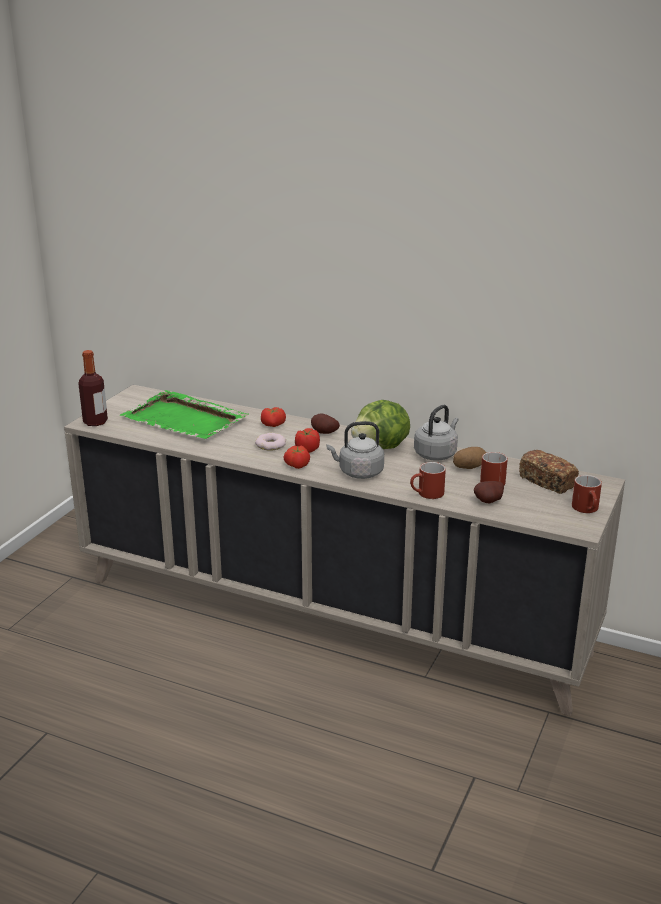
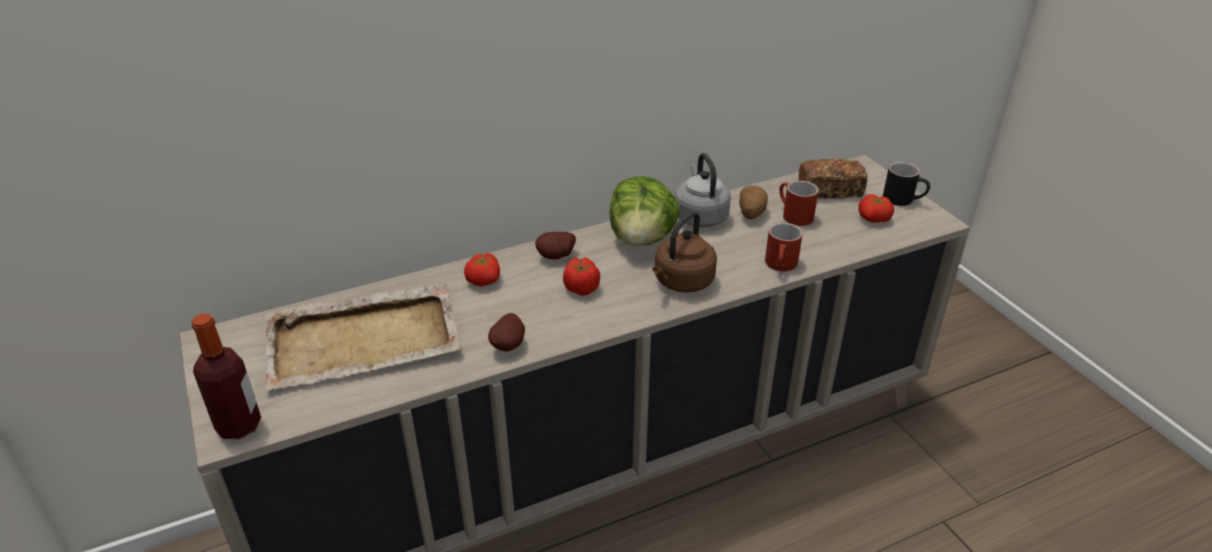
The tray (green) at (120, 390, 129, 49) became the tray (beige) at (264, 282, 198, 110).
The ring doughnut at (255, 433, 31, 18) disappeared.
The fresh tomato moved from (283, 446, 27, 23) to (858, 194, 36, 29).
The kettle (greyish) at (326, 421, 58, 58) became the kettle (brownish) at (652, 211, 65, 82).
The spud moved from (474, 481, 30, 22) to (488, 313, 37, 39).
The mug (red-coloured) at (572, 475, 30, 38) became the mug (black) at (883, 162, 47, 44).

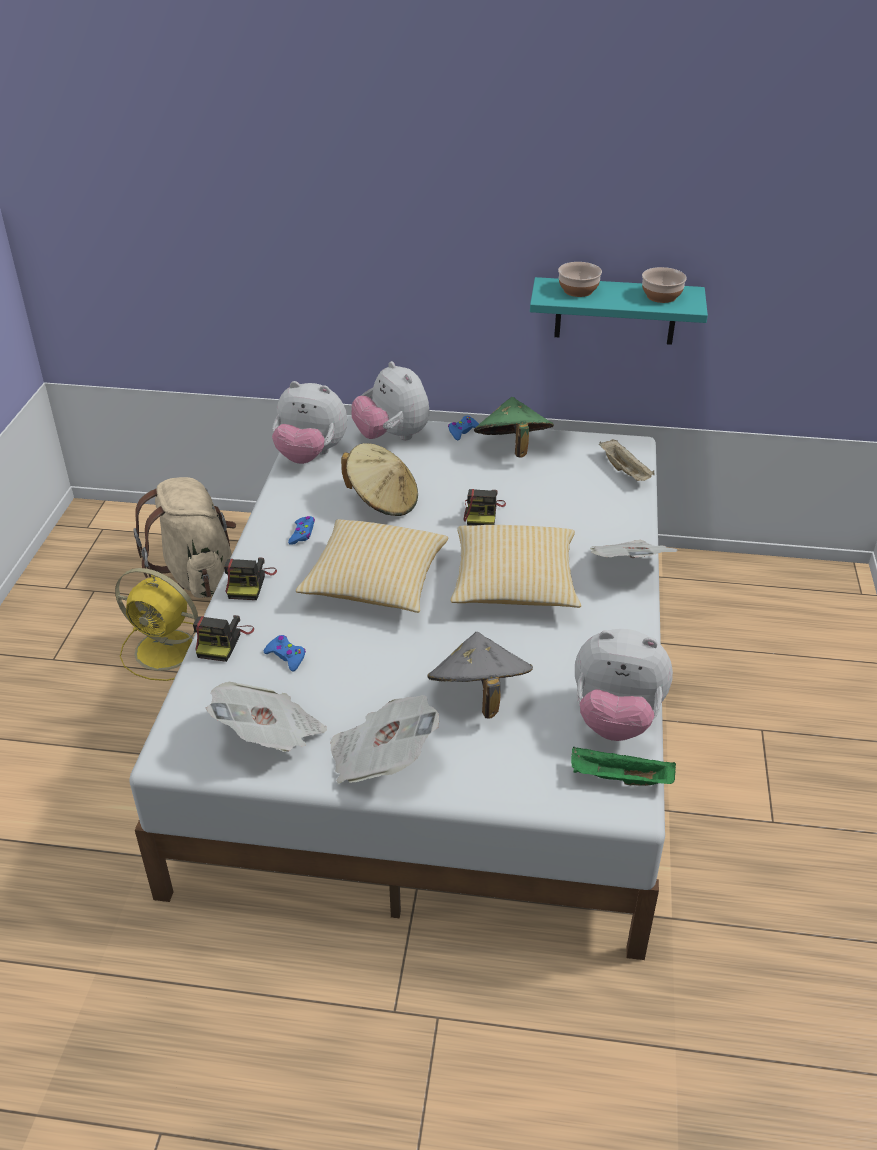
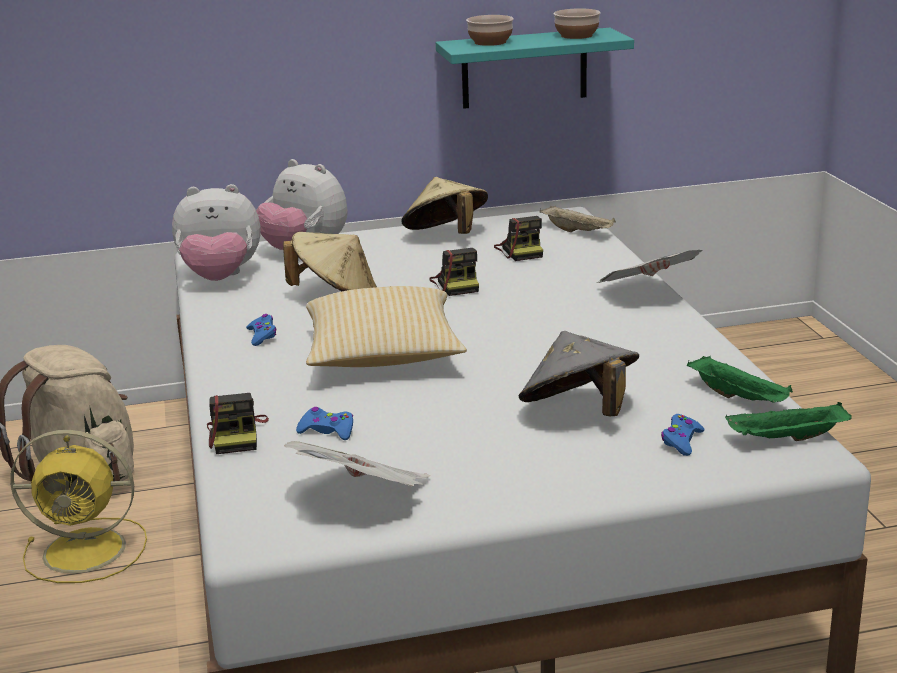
The photo camera moved from (224, 558, 53, 42) to (494, 216, 49, 45).
The printed paper at (330, 695, 109, 88) disappeared.
The joypad (bluish) moved from (448, 416, 31, 24) to (661, 414, 43, 42).
The cushion at (450, 525, 131, 83) disappeared.
The hat (green) at (474, 397, 80, 61) became the hat (beige) at (401, 177, 87, 57).
The soft toy at (575, 629, 98, 112) was replaced by the tray (green) at (687, 356, 106, 47).

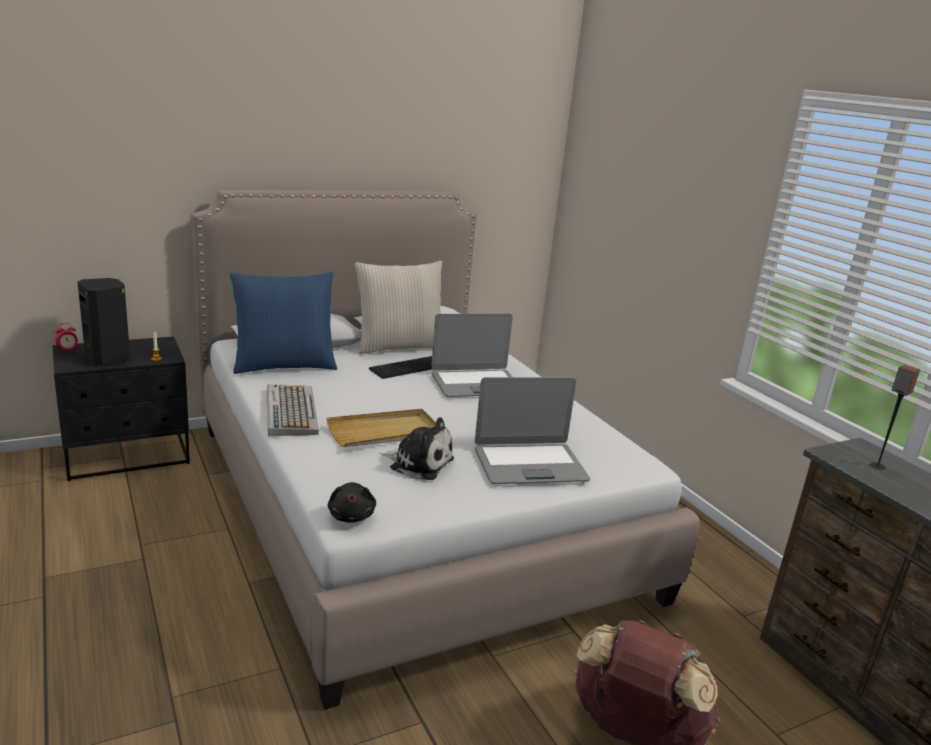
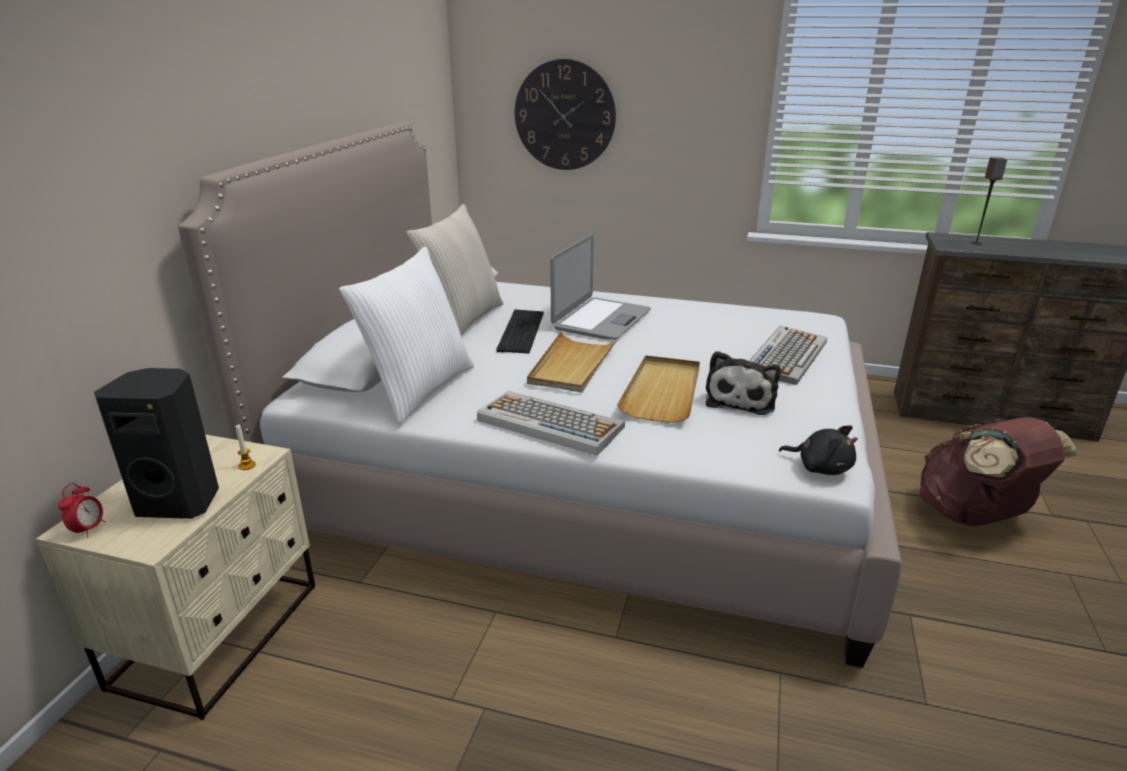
The bedside table (black) at (53, 337, 137, 144) became the bedside table (beige) at (36, 435, 279, 285).
The cushion (bluish) at (230, 272, 107, 102) became the cushion (white-coloured) at (339, 246, 135, 178).
The soft toy at (378, 417, 76, 63) turned 135 degrees clockwise.
The portable computer at (475, 377, 115, 107) was replaced by the computer keyboard at (749, 326, 78, 59).
The hanging clock at (515, 59, 101, 111) appeared.
The tray (beige) at (527, 331, 91, 62) appeared.

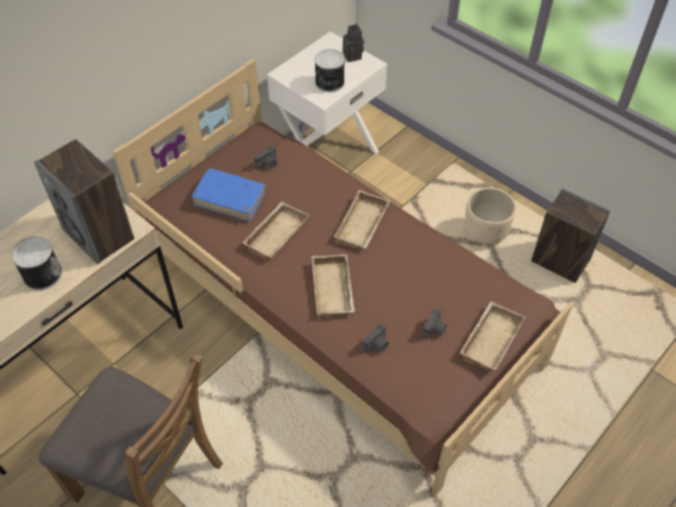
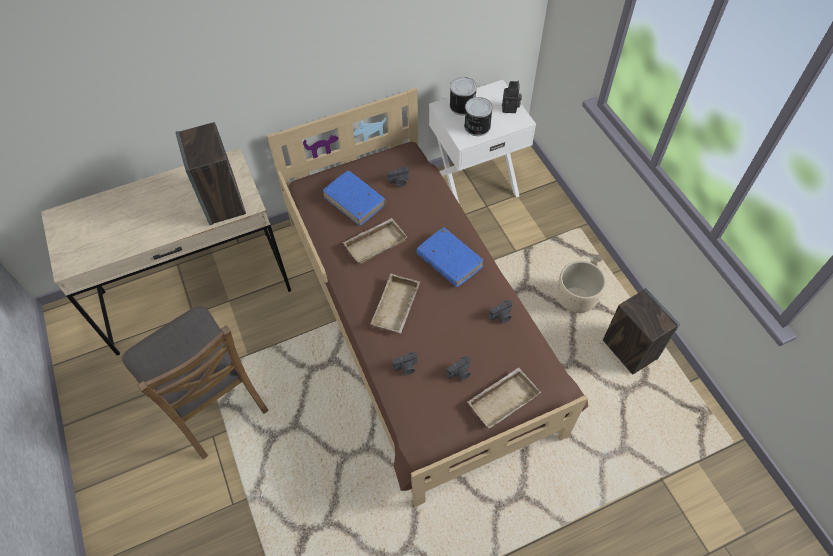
The can moved from (11, 236, 51, 54) to (450, 77, 27, 38).
The tray (beige) at (334, 190, 56, 59) was replaced by the volume (bluish) at (416, 227, 67, 60).
The photo camera at (489, 300, 24, 23) appeared.

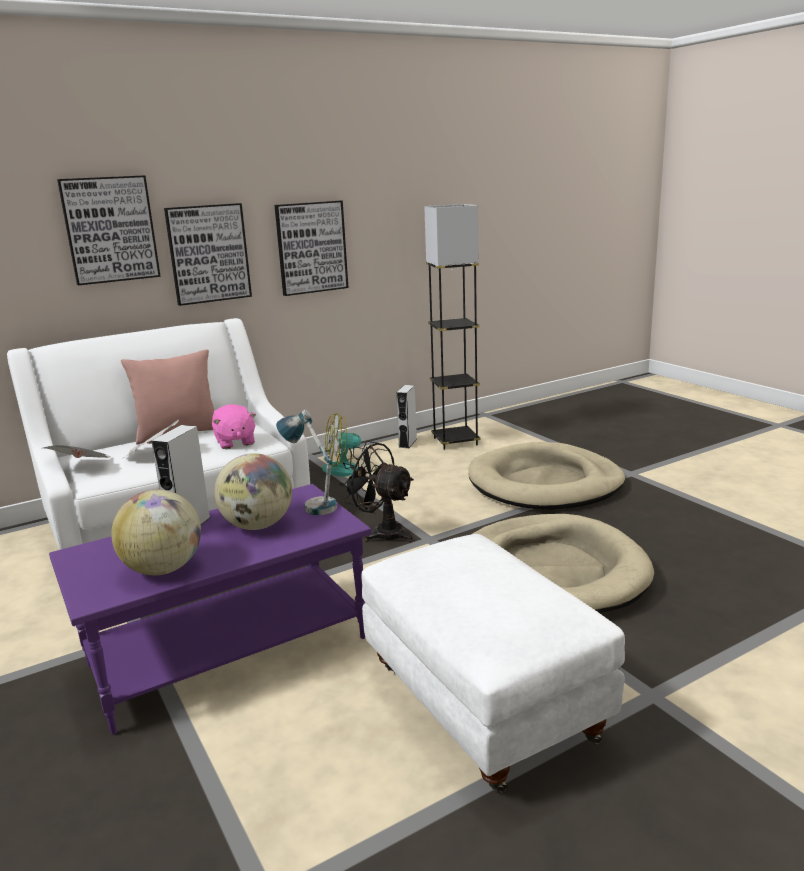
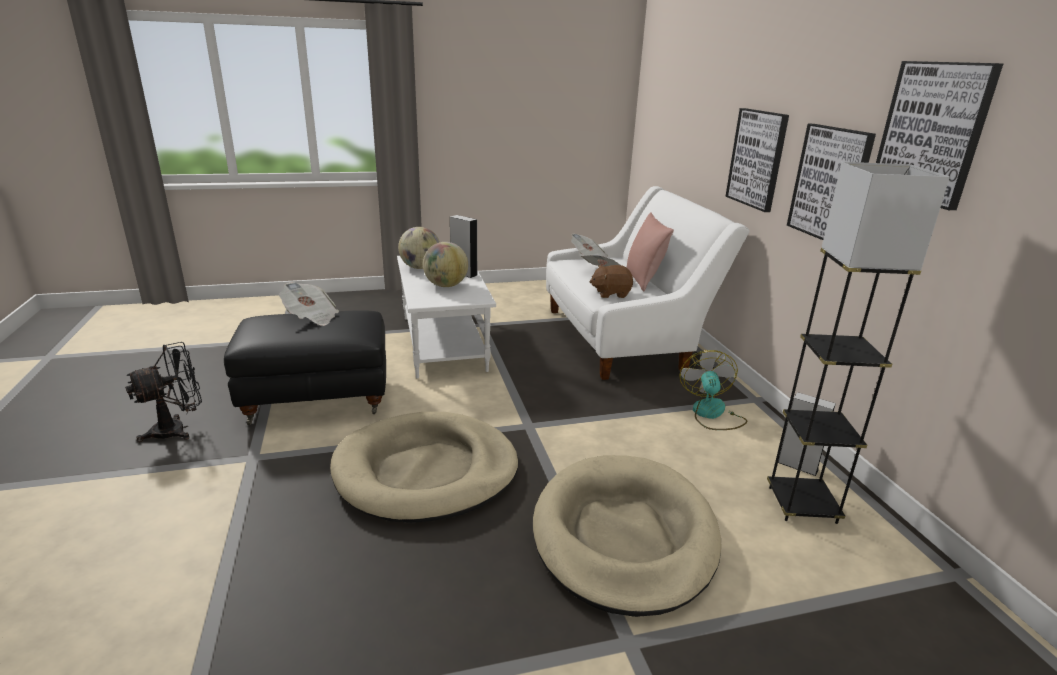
The low table (purple-coloured) at (49, 484, 322, 251) became the low table (white-coloured) at (397, 256, 99, 123).
The picture moved from (57, 175, 104, 110) to (876, 61, 127, 149).
The soft toy (pink-coloured) at (212, 404, 45, 45) became the soft toy (brownish) at (589, 265, 44, 33).
The table lamp at (276, 410, 61, 105) disappeared.
The fan (black) moved from (339, 441, 75, 101) to (125, 342, 77, 100).
The pouffe (white-coloured) at (362, 534, 263, 259) became the pouffe (black) at (224, 310, 162, 115).
The printed paper at (279, 282, 60, 44) appeared.

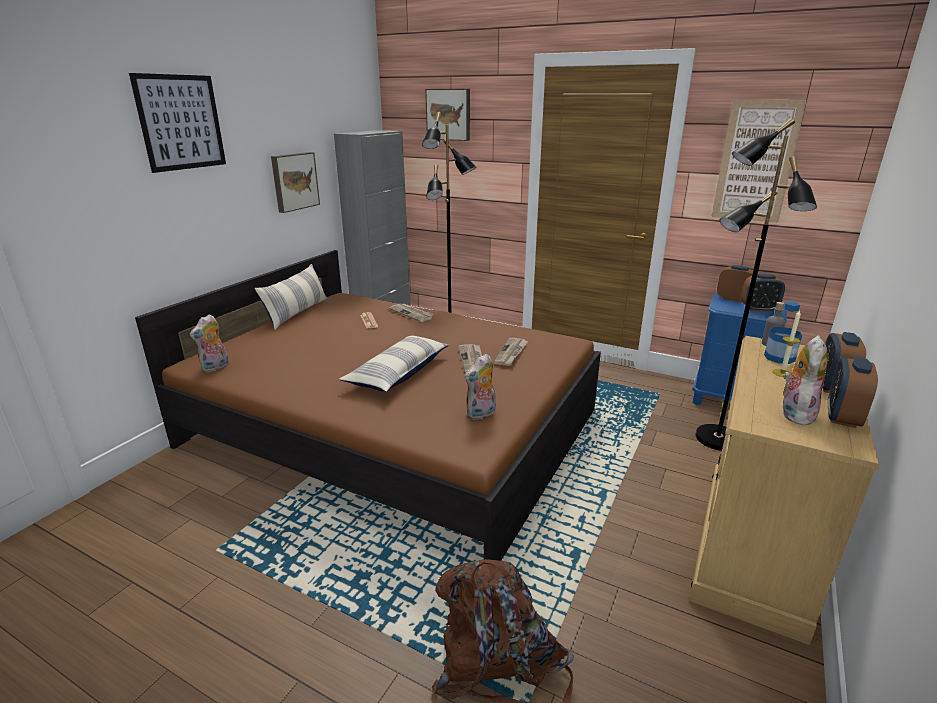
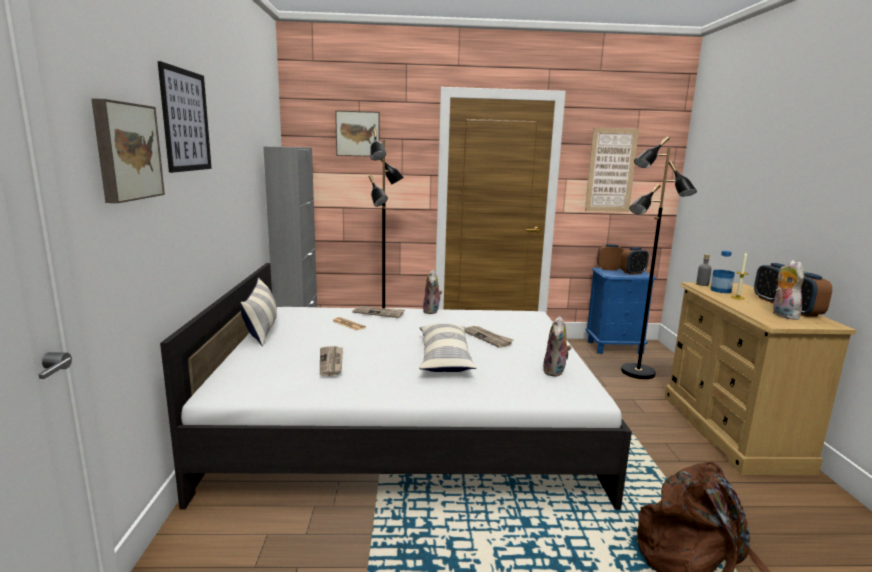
The bedroom bed (brownish) at (135, 250, 466, 311) became the bedroom bed (white-coloured) at (160, 263, 472, 247).
The soft toy moved from (190, 314, 39, 59) to (423, 270, 19, 44).
The picture moved from (271, 152, 49, 61) to (91, 98, 74, 105).
The printed paper moved from (494, 338, 34, 28) to (320, 346, 23, 30).

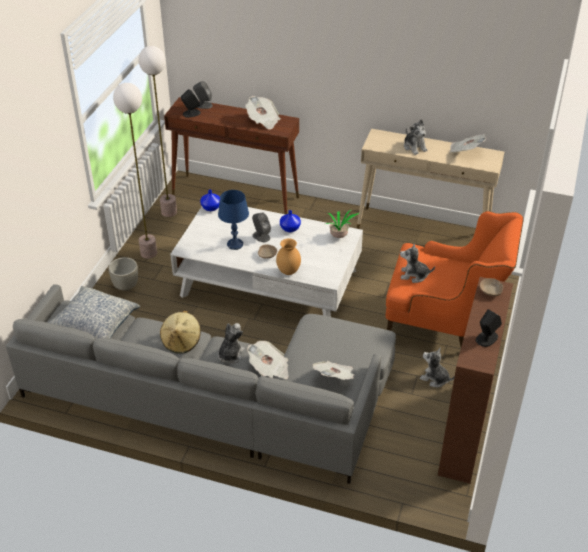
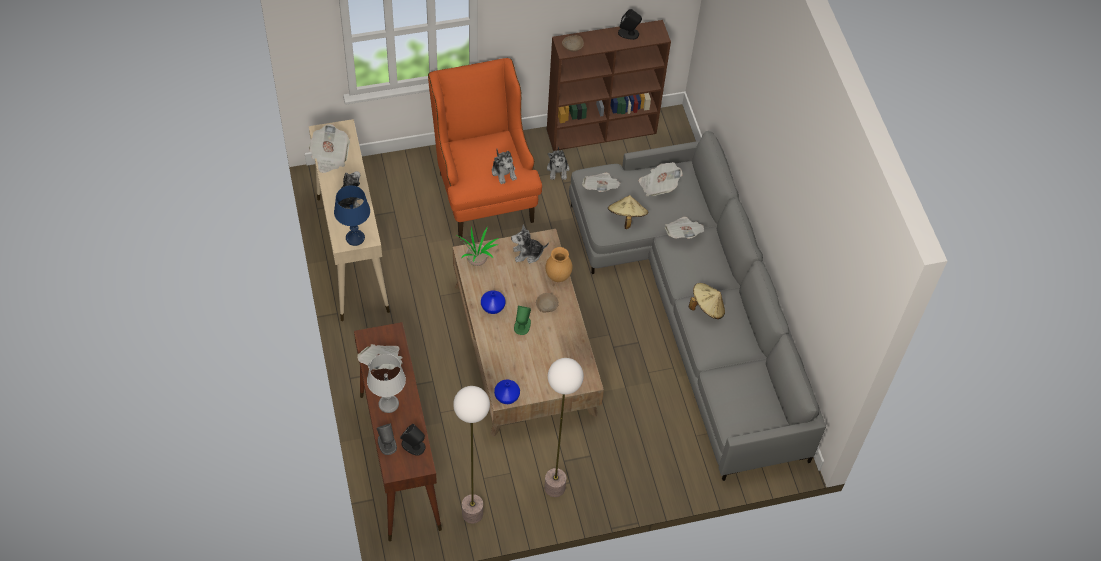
The cushion at (48, 286, 92, 53) disappeared.
The plant pot (greyish) at (108, 257, 30, 34) disappeared.
The low table (white-coloured) at (170, 207, 193, 110) became the low table (brownish) at (453, 229, 151, 208).
The table lamp (bluish) moved from (218, 190, 31, 60) to (334, 185, 36, 61).
The soft toy moved from (218, 323, 26, 41) to (511, 225, 38, 38).
The loudspeaker (greyish) at (252, 213, 19, 29) became the loudspeaker (green) at (514, 306, 17, 29).
The table lamp (greyish) at (367, 354, 39, 59) appeared.
The printed paper at (582, 172, 39, 20) appeared.
The hat (beige) at (608, 195, 40, 34) appeared.

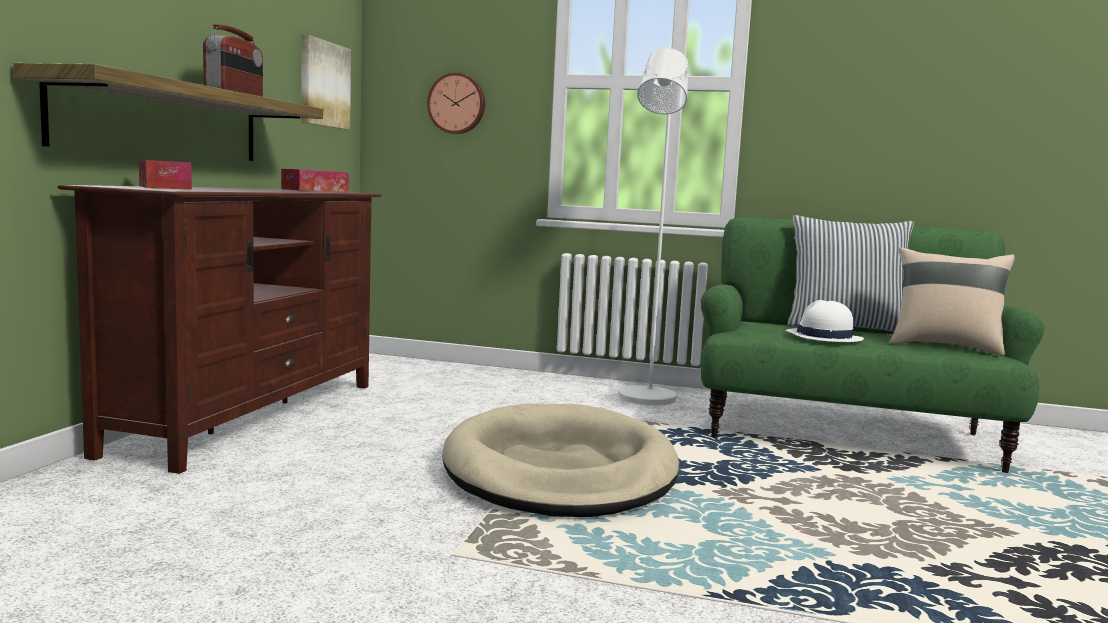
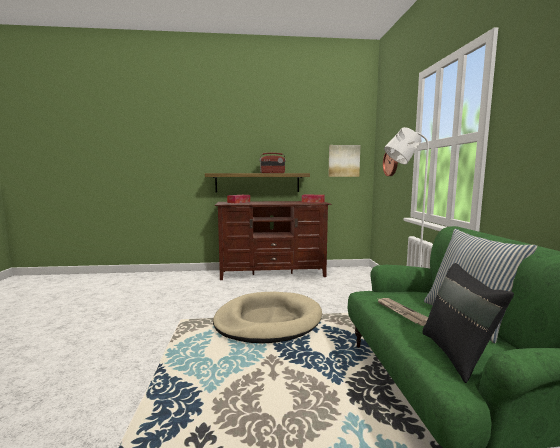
The hat (white-coloured) at (786, 300, 78, 42) was replaced by the printed paper at (378, 298, 50, 28).
The cushion (beige) at (890, 247, 125, 109) became the cushion (black) at (423, 263, 91, 120).

